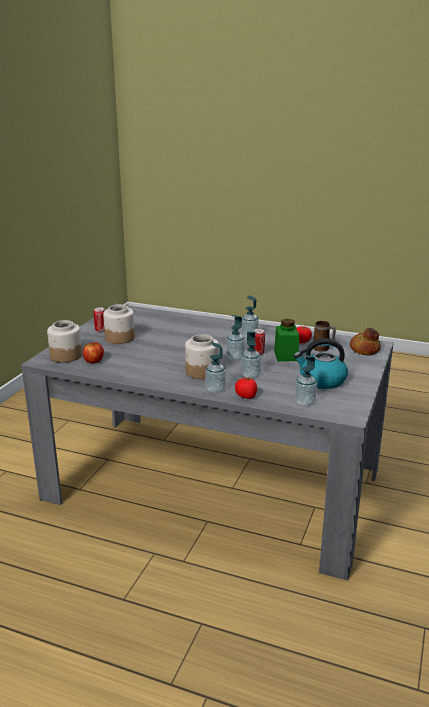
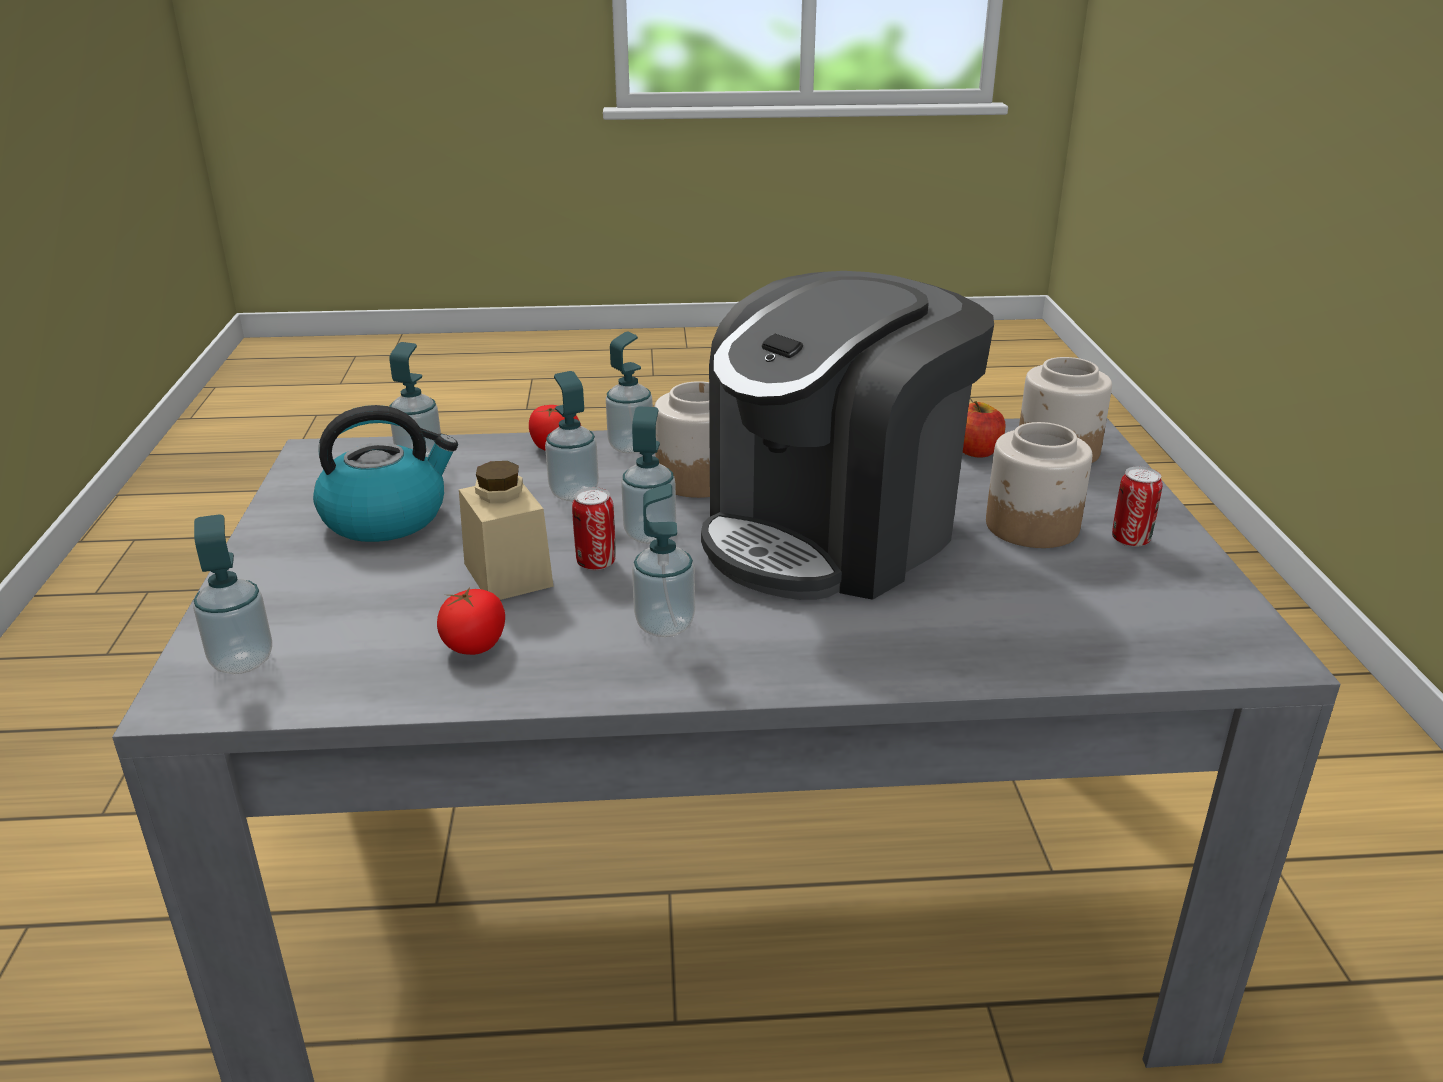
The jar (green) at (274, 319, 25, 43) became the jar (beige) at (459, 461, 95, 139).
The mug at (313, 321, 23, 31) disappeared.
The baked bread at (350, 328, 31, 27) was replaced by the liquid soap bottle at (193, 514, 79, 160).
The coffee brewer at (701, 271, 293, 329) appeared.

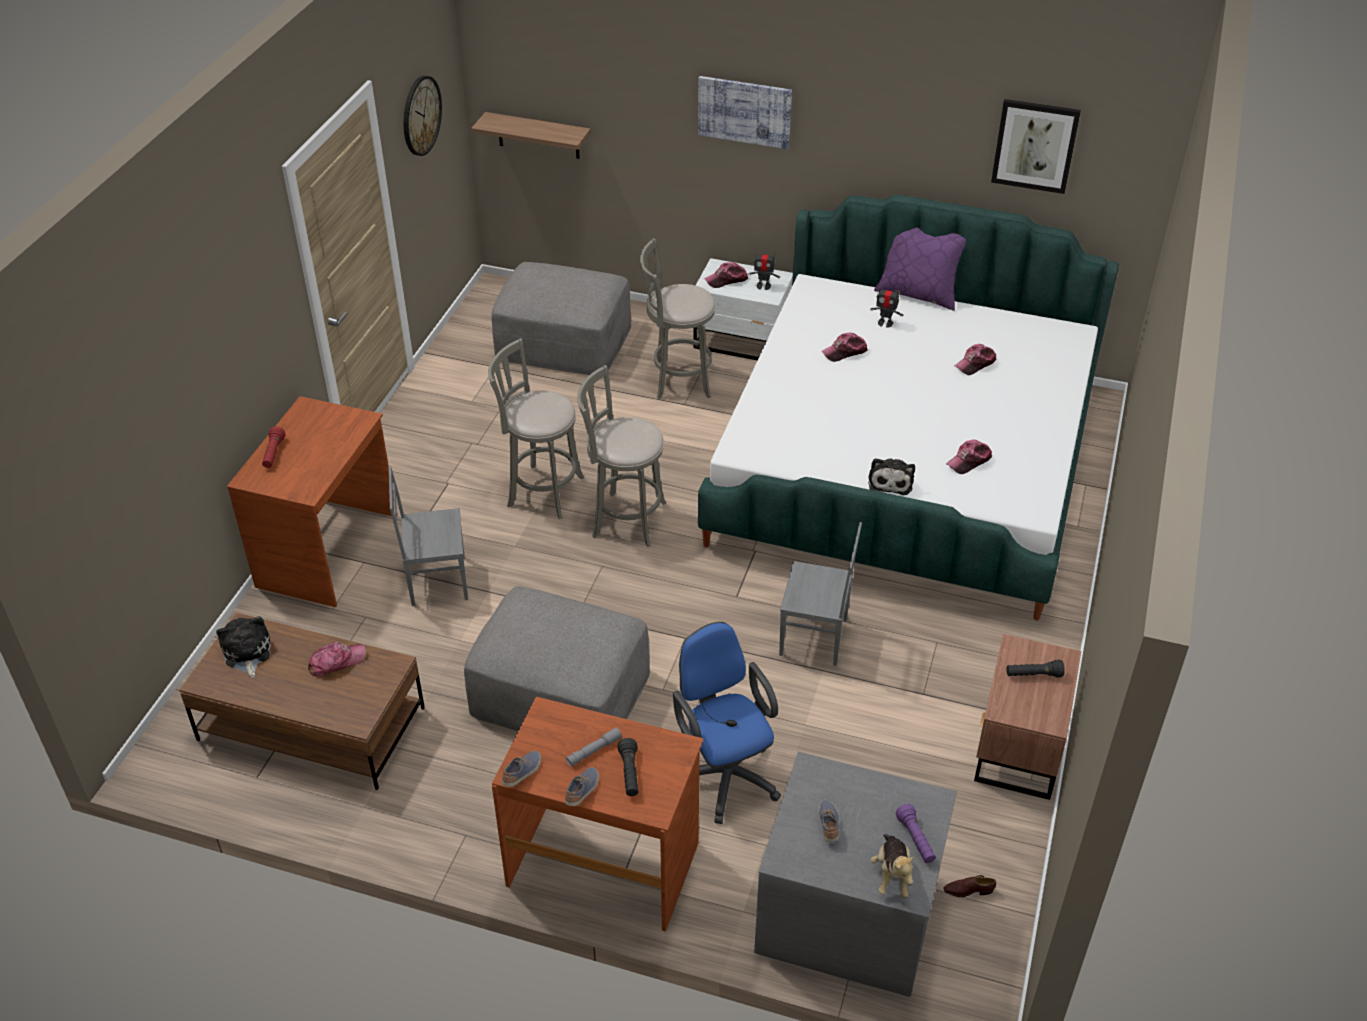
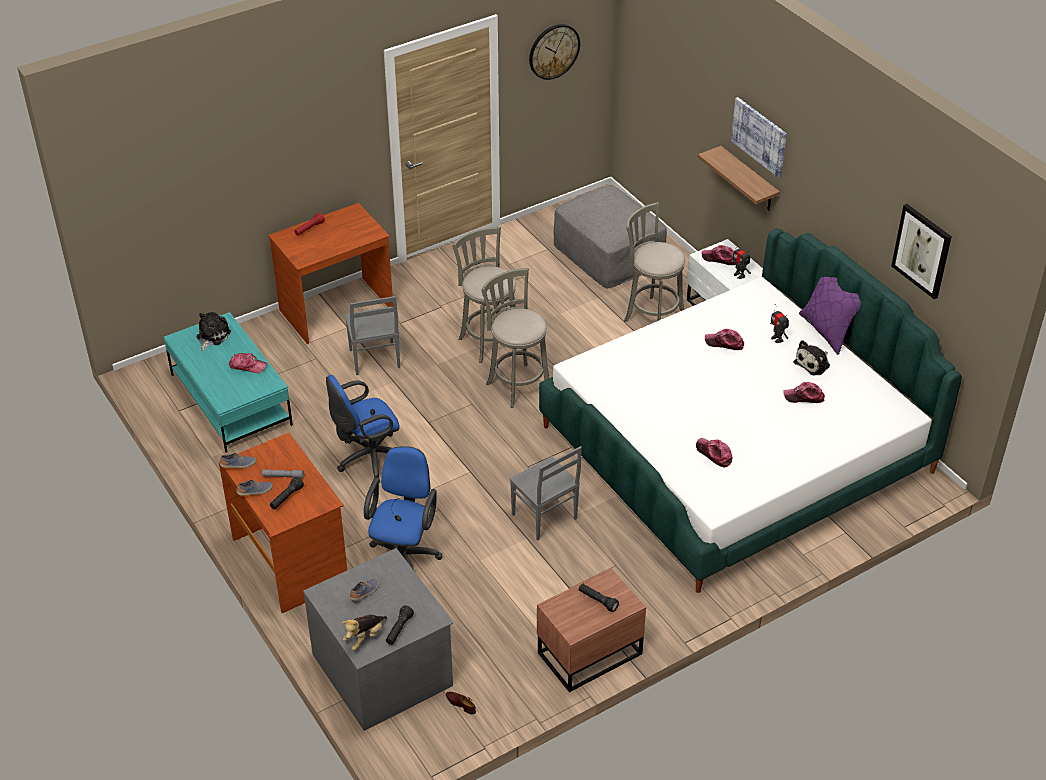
The low table (brownish) at (179, 612, 246, 178) became the low table (turquoise-coloured) at (164, 312, 129, 141).
The chair (greyish) at (389, 466, 79, 140) turned 135 degrees counterclockwise.
The pouffe (greyish) at (464, 586, 186, 145) was replaced by the desk chair (bluish) at (326, 375, 74, 108).
The shelf moved from (471, 112, 120, 47) to (698, 146, 82, 64).
The soft toy moved from (868, 458, 47, 37) to (794, 340, 36, 36).
The torch (purple-coloured) at (896, 804, 40, 59) became the torch (black) at (386, 605, 28, 40).
The cap at (946, 440, 46, 34) turned 45 degrees clockwise.

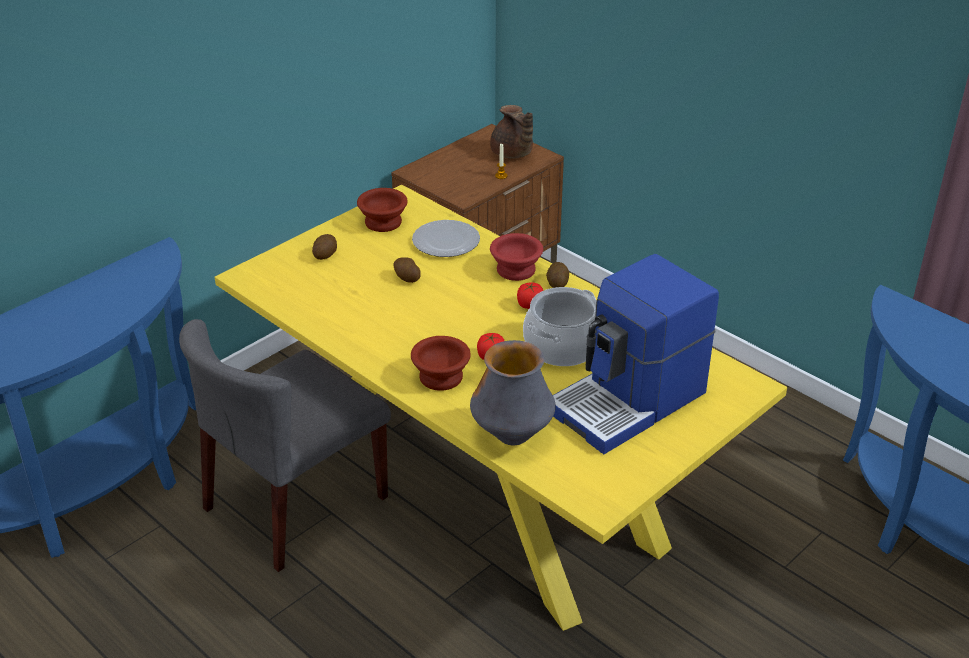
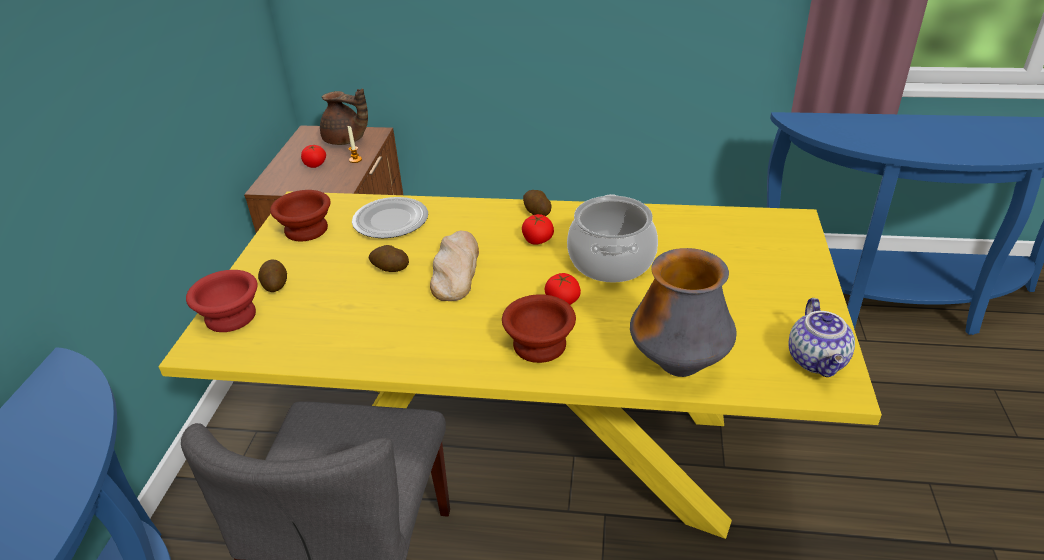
The serving bowl (red-coloured) moved from (490, 233, 53, 48) to (186, 270, 72, 62).
The coffee brewer at (553, 254, 166, 200) disappeared.
The fresh tomato at (301, 145, 25, 23) appeared.
The baked bread at (430, 231, 49, 70) appeared.
The tea pot at (788, 298, 67, 79) appeared.

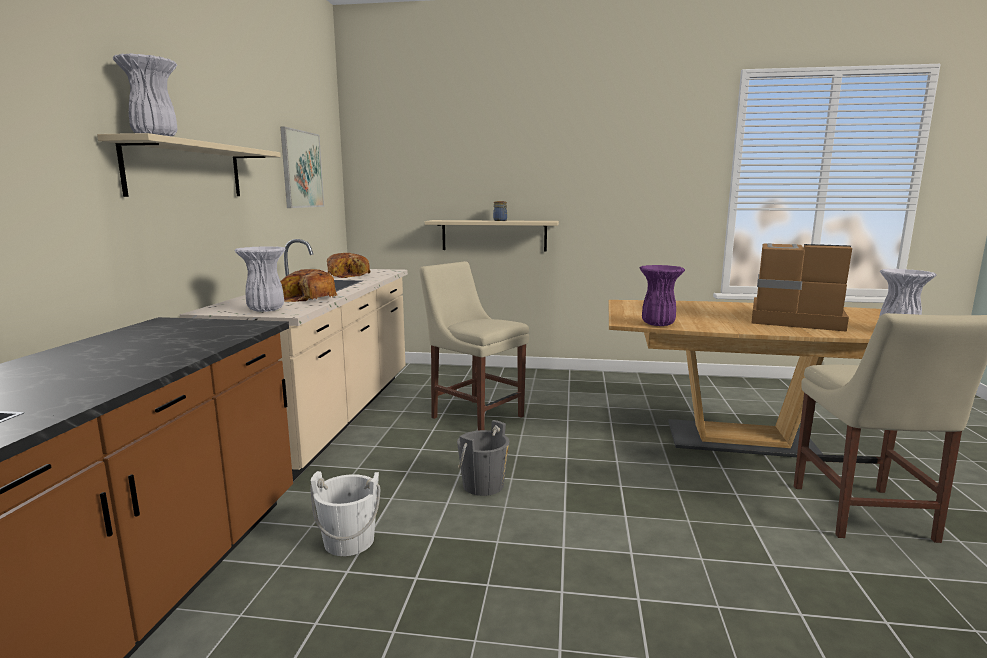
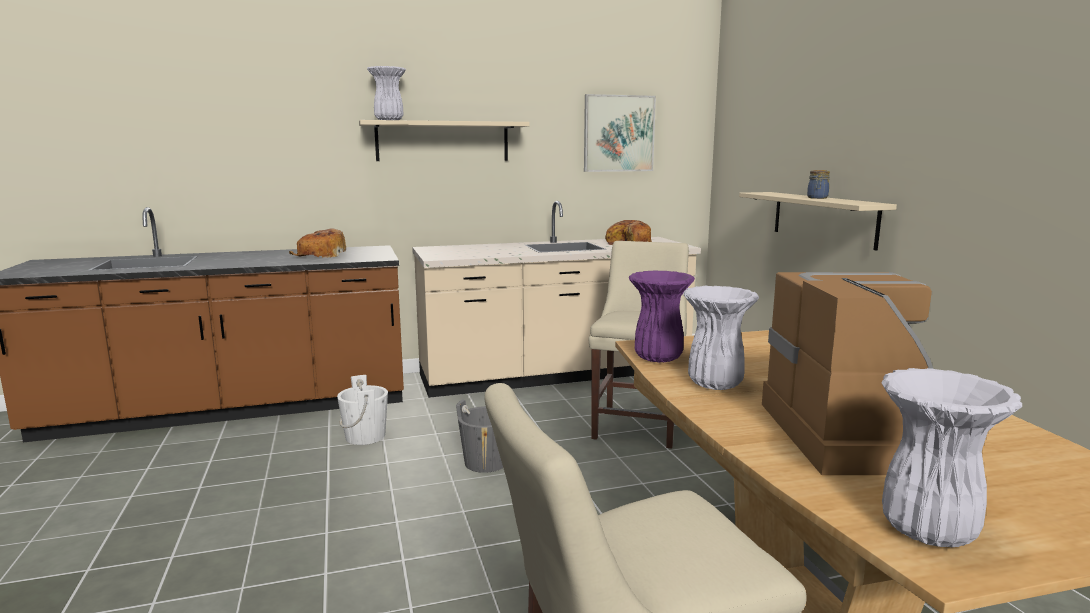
The flower vase (white-coloured) moved from (235, 246, 51, 66) to (683, 286, 76, 104).
The baked bread moved from (280, 269, 57, 33) to (289, 228, 57, 30).

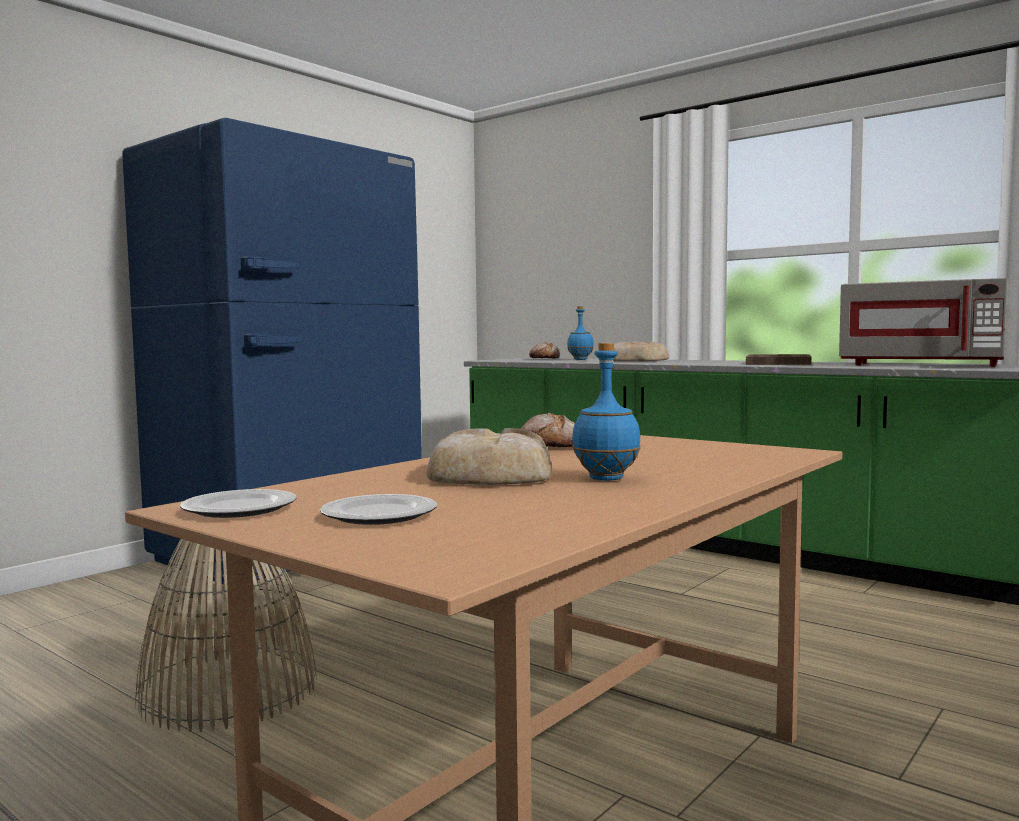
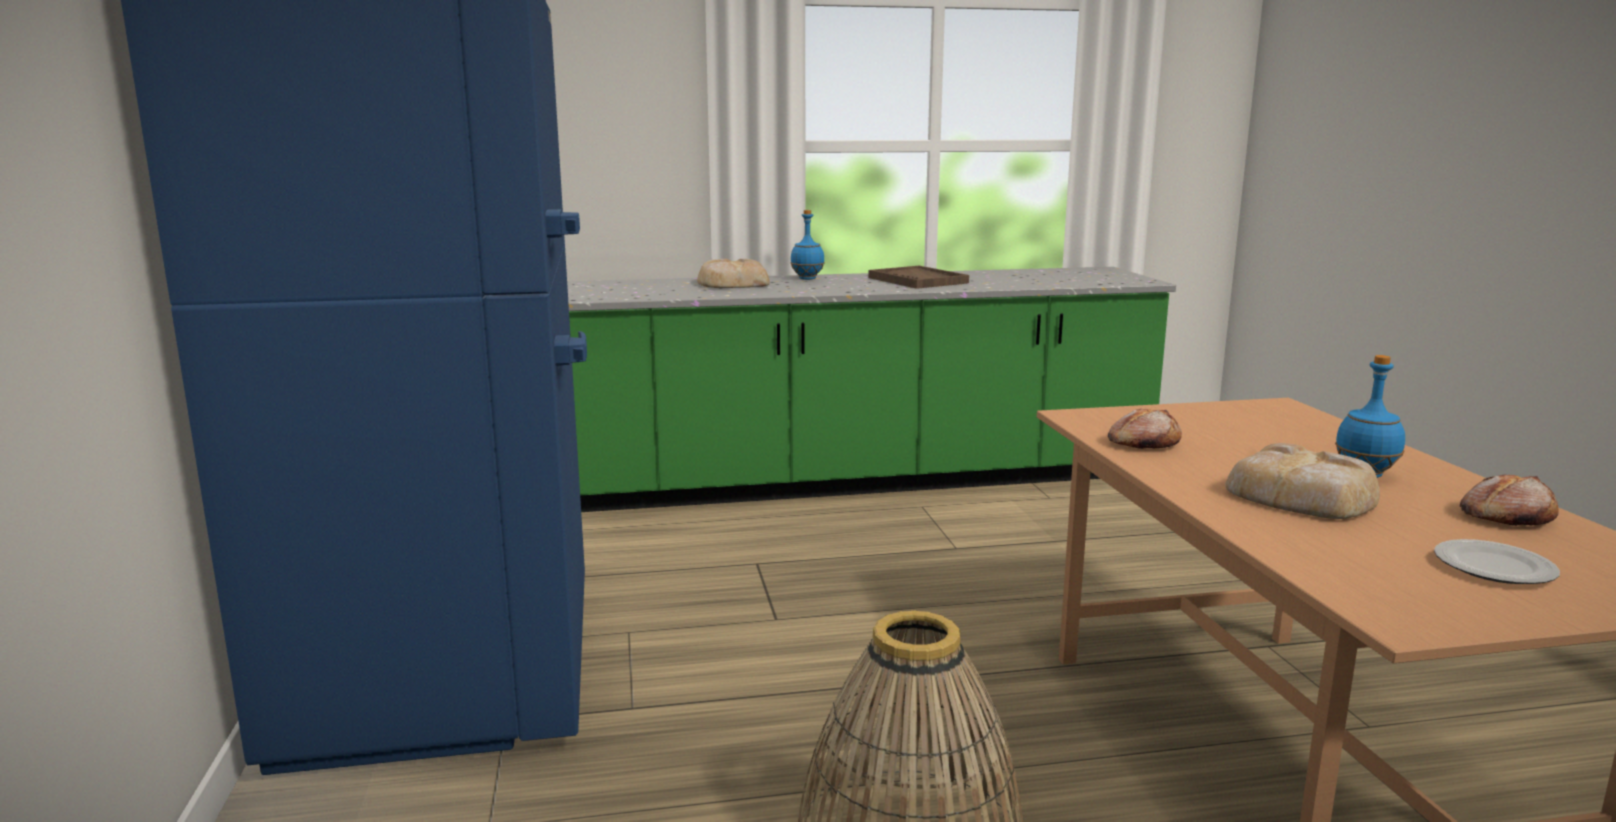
The flat dish at (180, 489, 117, 29) disappeared.
The baked bread moved from (529, 342, 31, 17) to (1460, 475, 98, 51).
The beverage bottle (bluish) moved from (567, 306, 27, 54) to (790, 210, 35, 70).
The microwave oven (greyish) at (839, 278, 168, 89) disappeared.

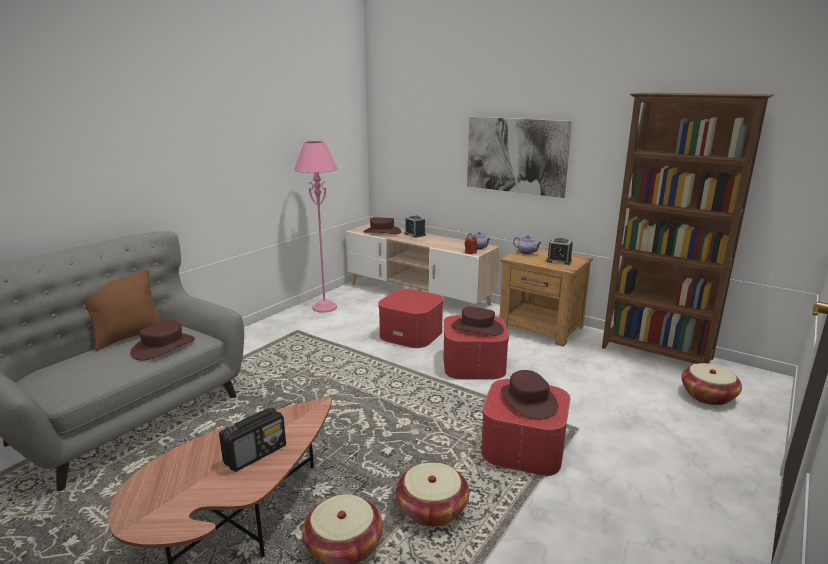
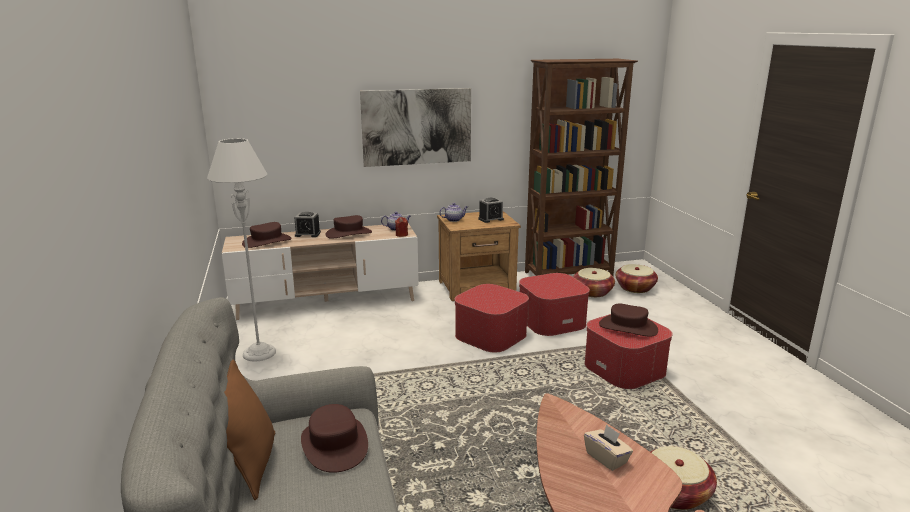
The radio at (219, 408, 67, 64) was replaced by the box of tissues (beige) at (584, 424, 49, 47).
The standard lamp (pink-coloured) at (294, 141, 44, 172) became the standard lamp (greyish) at (207, 138, 69, 224).
The pouffe moved from (378, 289, 66, 59) to (519, 273, 71, 63).
The storage basket moved from (396, 462, 73, 65) to (573, 268, 42, 29).
The hat (brownish) moved from (451, 307, 53, 29) to (325, 215, 47, 24).

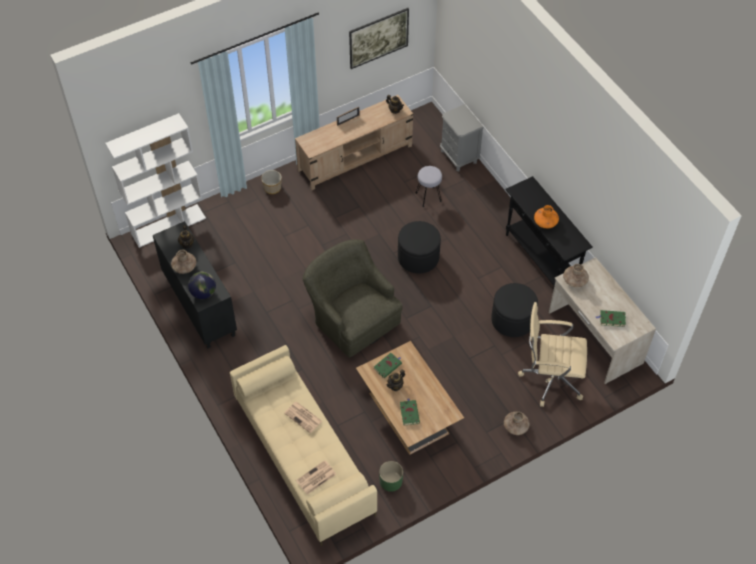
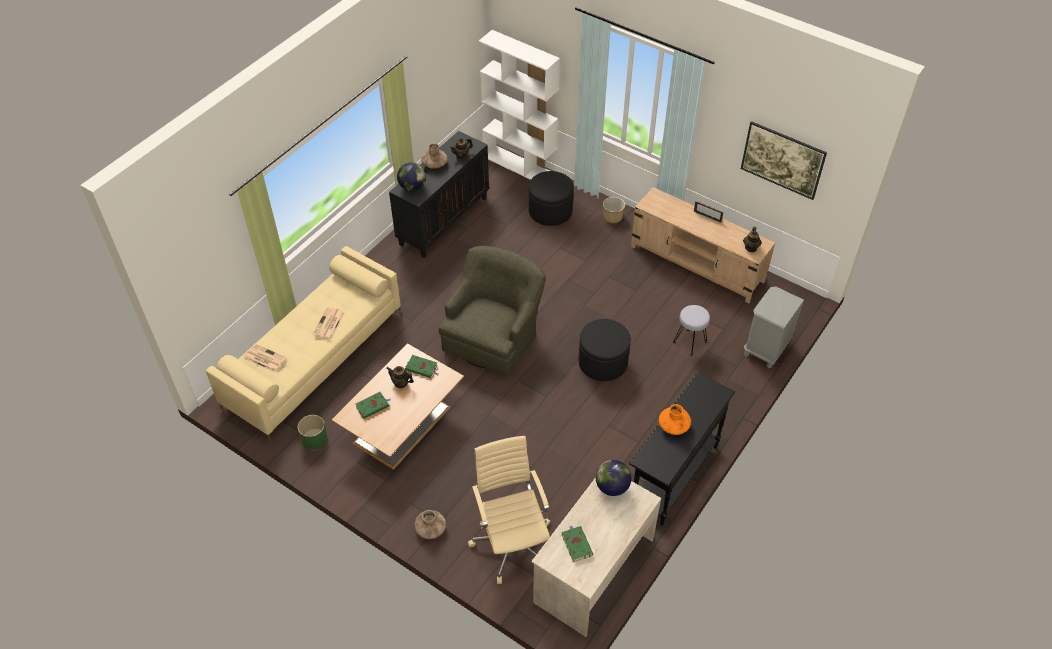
The pouffe (black) moved from (491, 283, 47, 54) to (529, 171, 45, 55).
The flower vase (brownish) at (563, 264, 26, 23) was replaced by the world globe at (596, 460, 35, 36).

